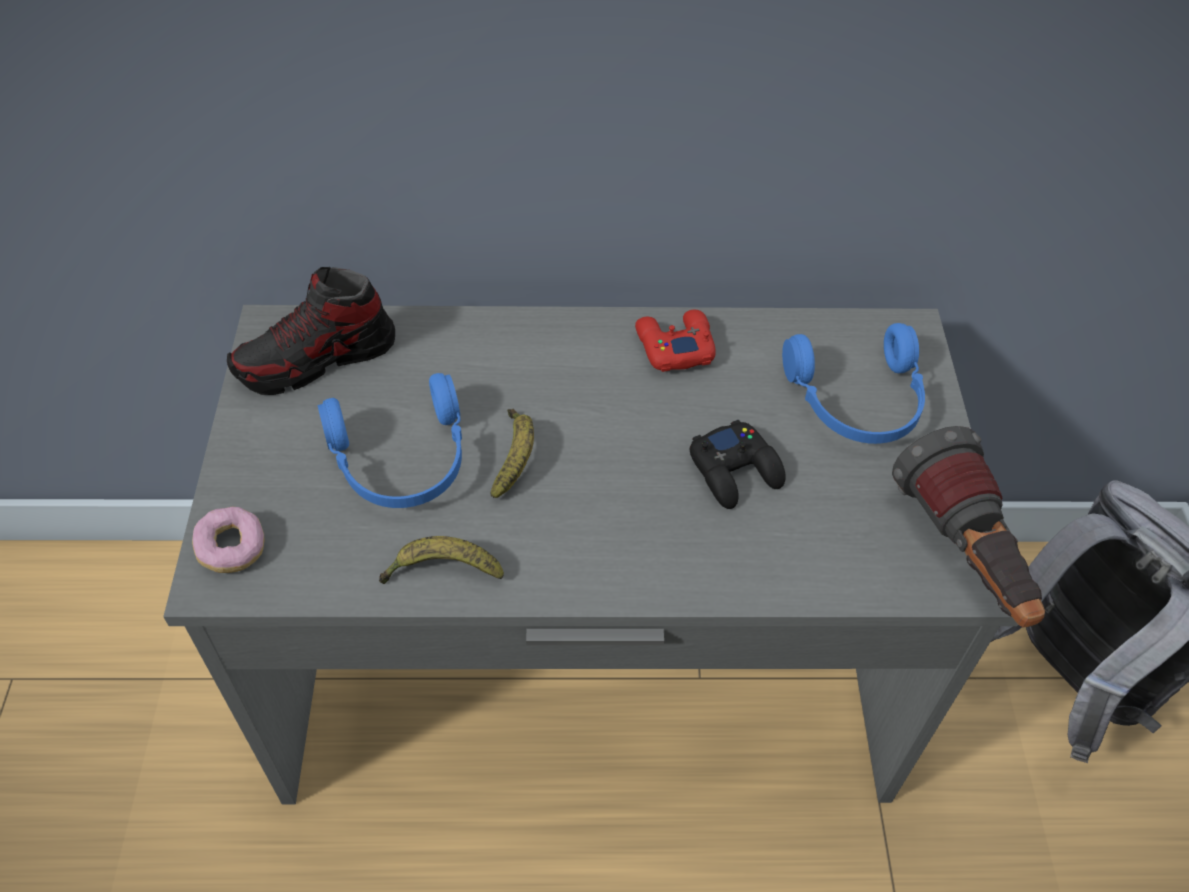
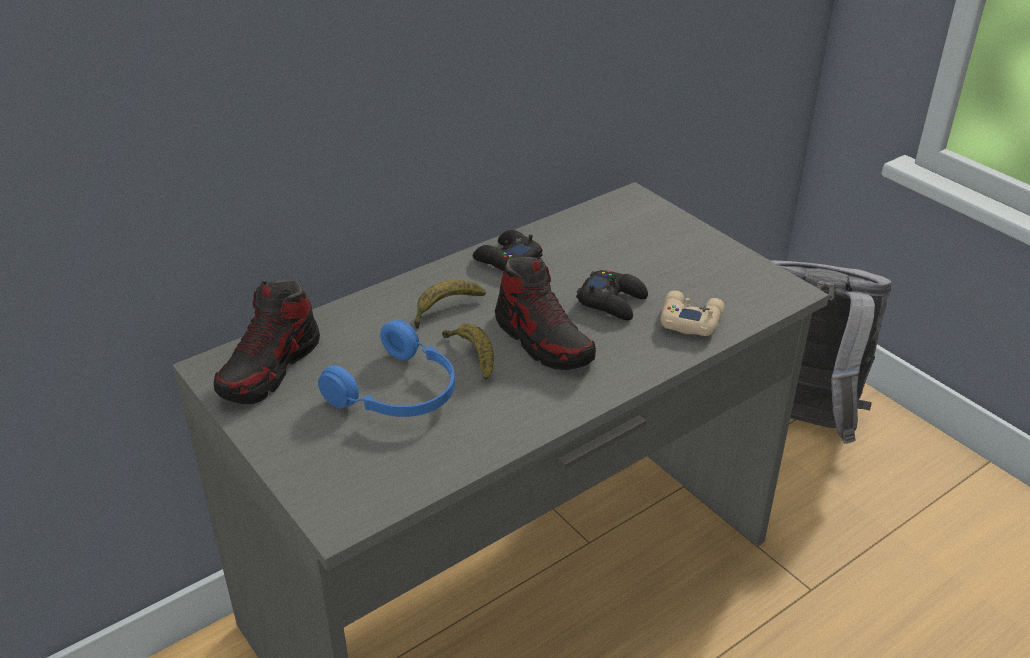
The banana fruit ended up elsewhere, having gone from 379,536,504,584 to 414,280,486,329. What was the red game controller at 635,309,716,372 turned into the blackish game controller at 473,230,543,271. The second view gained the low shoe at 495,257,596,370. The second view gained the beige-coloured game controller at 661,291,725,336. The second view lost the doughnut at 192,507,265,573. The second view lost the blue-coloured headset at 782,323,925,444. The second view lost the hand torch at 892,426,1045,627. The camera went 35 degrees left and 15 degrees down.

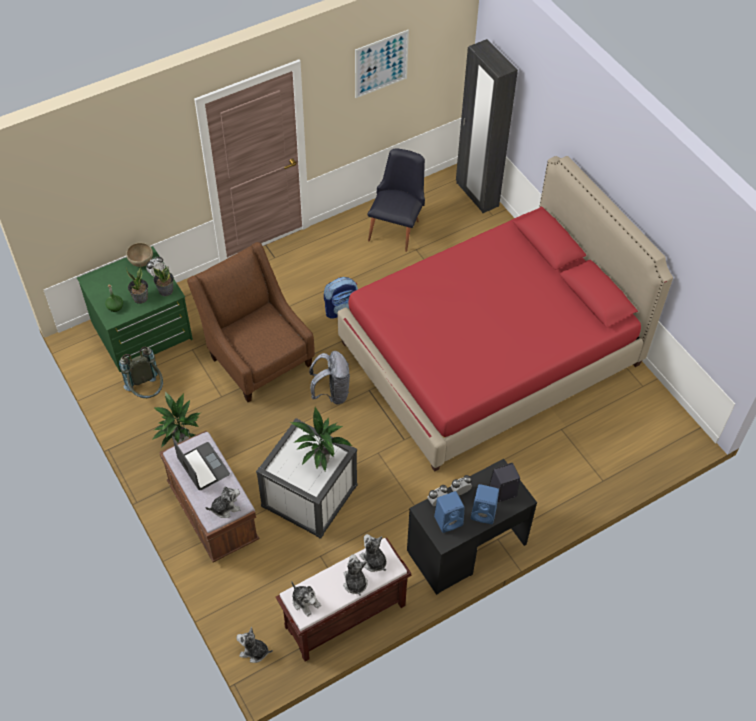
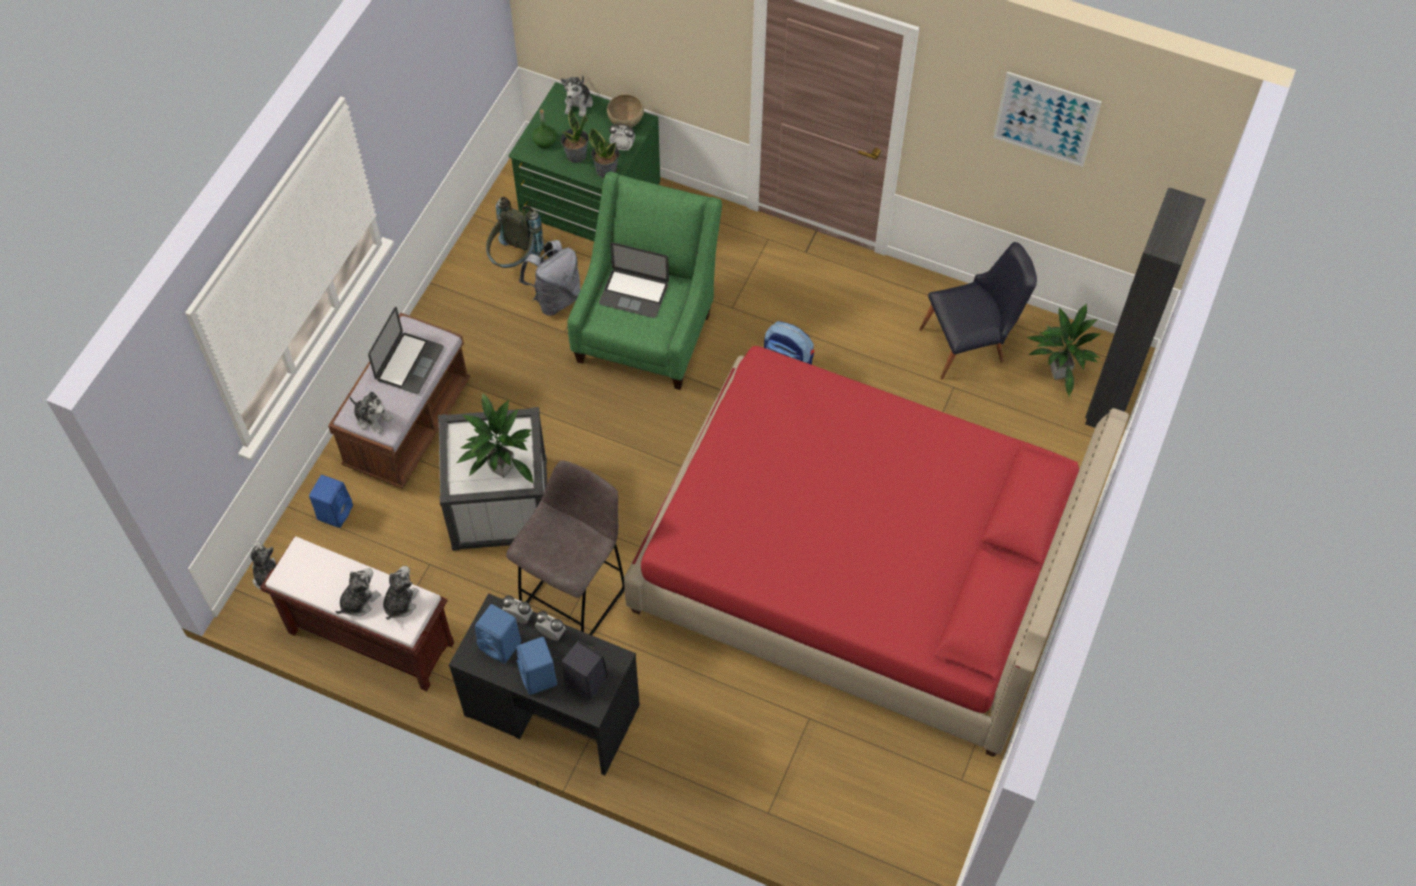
The second view gained the blue-coloured audio speaker at 309,475,353,528. The second view gained the grey stool at 506,461,625,635. The grey backpack ended up elsewhere, having gone from 309,351,350,405 to 519,240,580,316. The plush toy ended up elsewhere, having gone from 291,581,321,617 to 561,76,593,117. What was the brown-coloured armchair at 187,242,315,402 turned into the green-coloured armchair at 567,171,722,390. The second view gained the laptop at 599,242,669,318. The potted plant ended up elsewhere, having gone from 152,392,200,448 to 1026,303,1100,396. The camera went 55 degrees right and 5 degrees up.

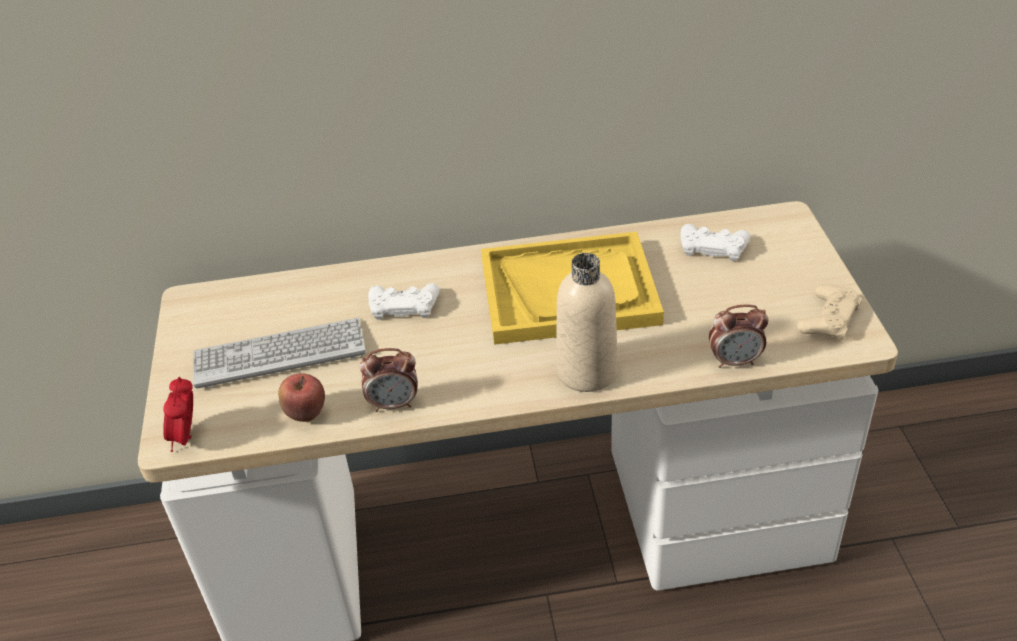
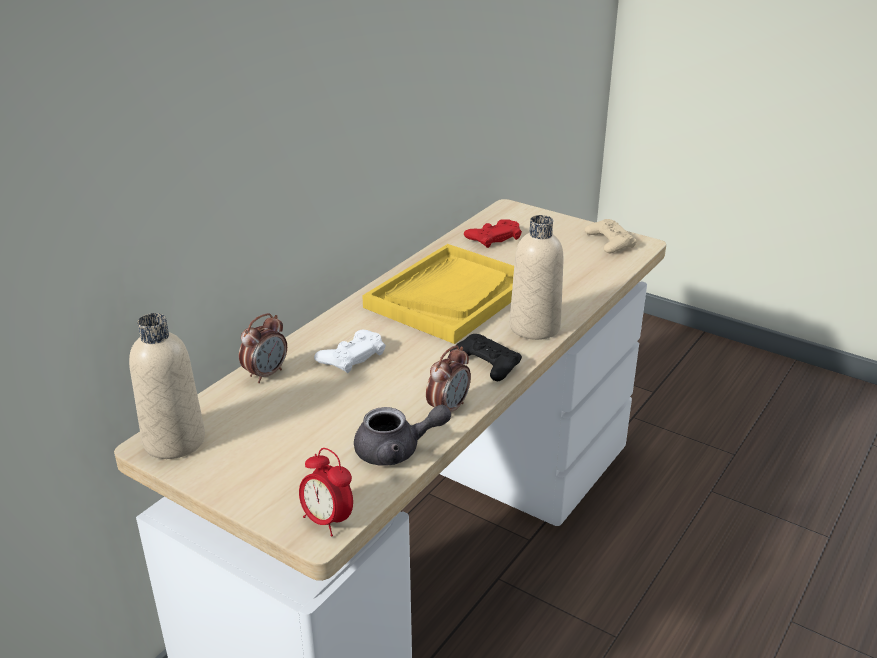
The second view gained the beige-coloured bottle at 129,313,205,459. The alarm clock ended up elsewhere, having gone from 709,304,769,368 to 239,313,287,383. Where the apple fruit stood at 278,373,325,422, the grey pot for tea came to stand at 354,404,451,466. The second view gained the blackish game controller at 450,334,522,381. What was the white game controller at 681,224,750,261 turned into the red game controller at 464,219,522,248. The second view lost the computer keyboard at 193,318,366,389. The camera went 50 degrees left and 10 degrees down.

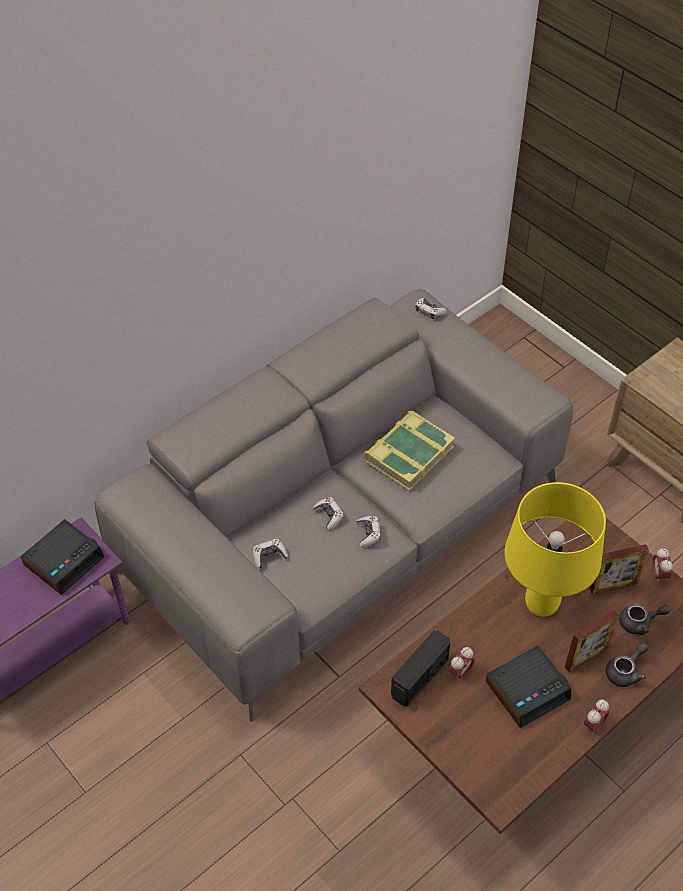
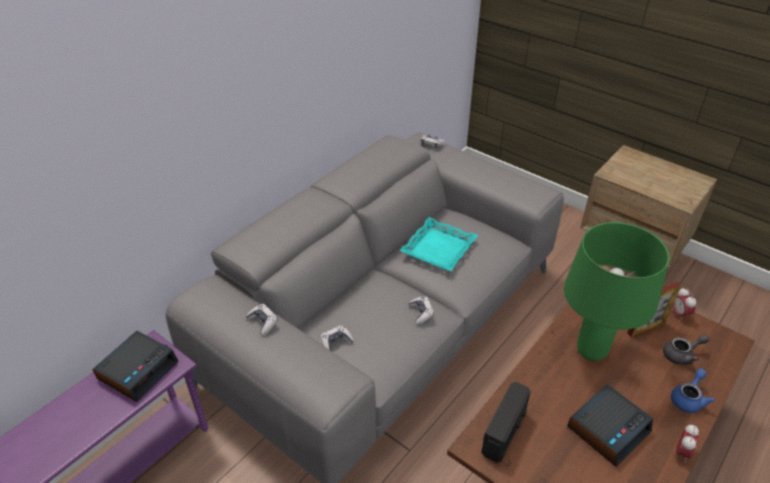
The game controller ended up elsewhere, having gone from 313,497,344,530 to 246,304,278,335. Where the bound book stood at 363,411,455,491, the blue-green serving tray came to stand at 399,217,478,271. What was the yellowish tabletop lamp at 505,482,606,617 turned into the green-coloured tabletop lamp at 564,222,669,361. What was the grey pot for tea at 606,642,648,687 turned into the blue-coloured pot for tea at 671,368,715,413. The second view lost the alarm clock at 449,647,475,681. The second view lost the picture frame at 565,610,619,672. The camera went 10 degrees left and 10 degrees down.

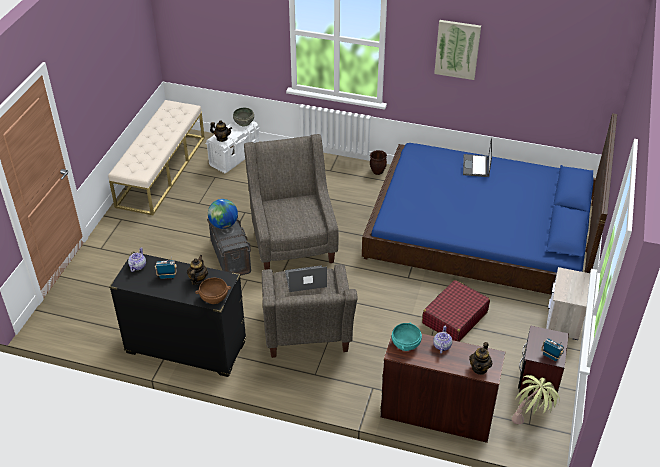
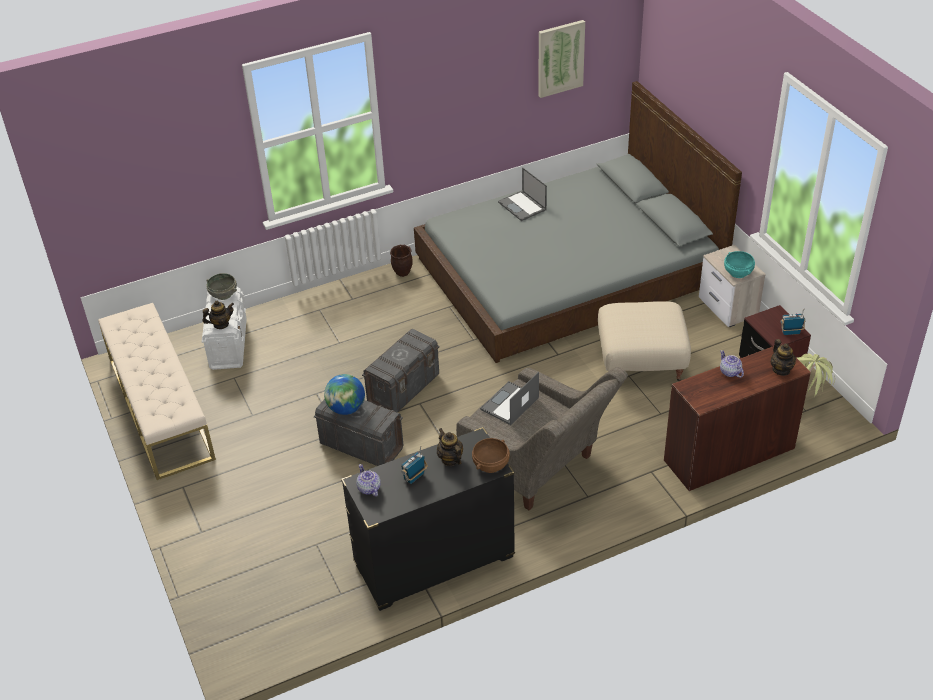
Where the grey armchair stood at 244,134,338,270, the grey storage container came to stand at 362,329,440,413. What was the blue-coloured sleeping bed at 362,113,617,295 turned into the grey sleeping bed at 414,81,742,363. The wall picture ended up elsewhere, having gone from 434,20,481,80 to 538,20,585,98. Where the red travel case stood at 422,280,490,342, the beige-coloured footrest came to stand at 598,301,691,381. The blue-green bowl ended up elsewhere, having gone from 392,322,422,351 to 724,251,755,278. The camera went 40 degrees left and 0 degrees up.

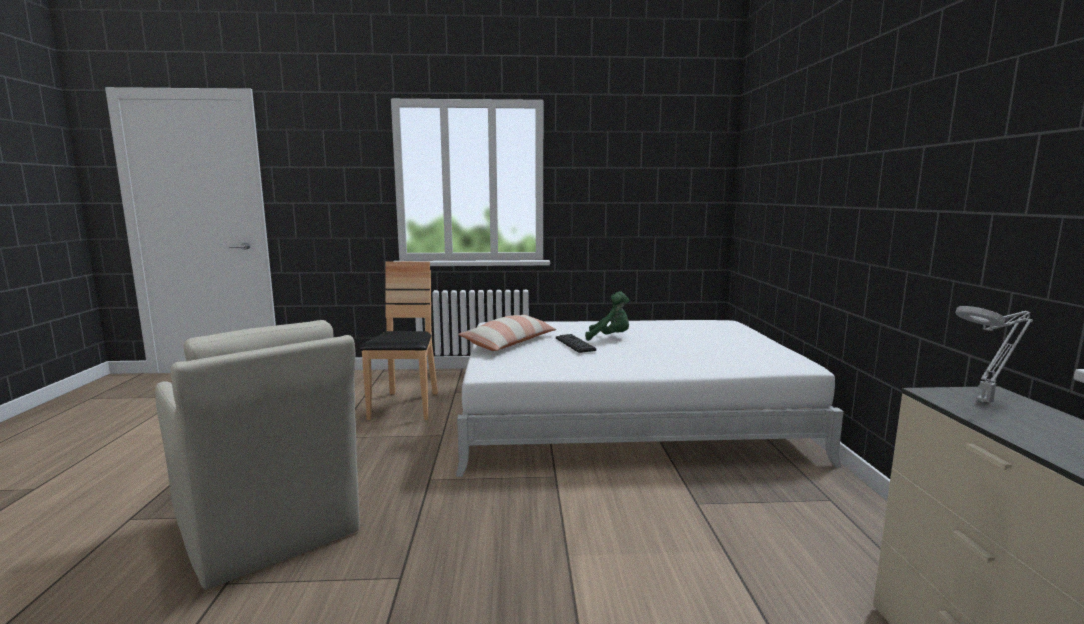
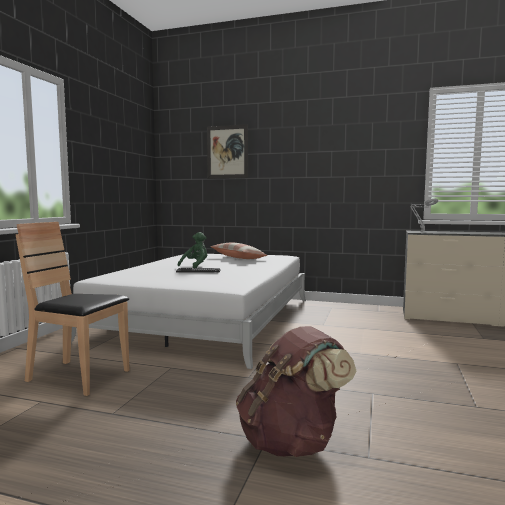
The second view gained the wall picture at 207,124,248,179. The throw pillow ended up elsewhere, having gone from 458,315,556,351 to 210,242,267,259. Where the beige-coloured armchair stood at 155,320,359,590, the brown-coloured backpack came to stand at 236,326,356,457. The camera went 70 degrees left and 5 degrees down.

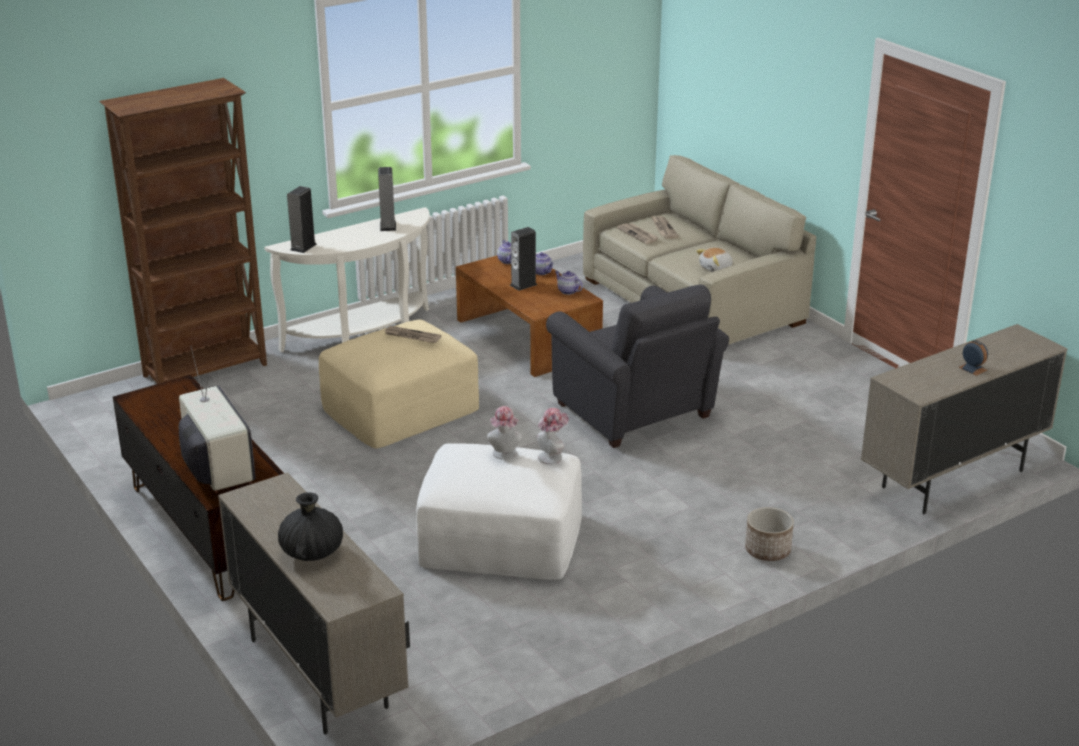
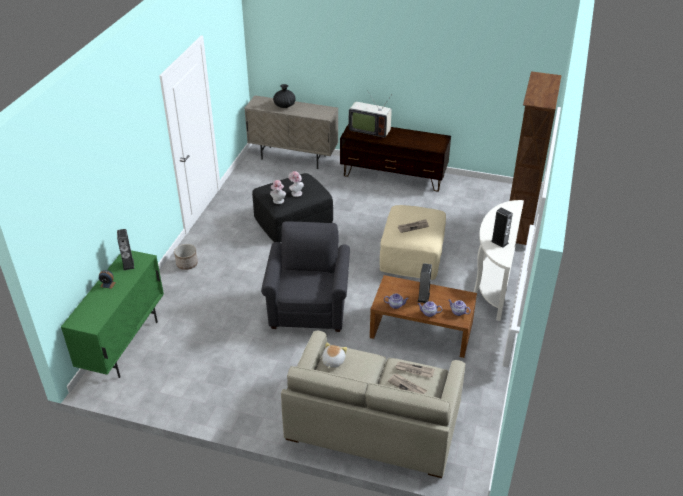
What was the beige-coloured storage cabinet at 861,324,1068,514 turned into the green-coloured storage cabinet at 61,250,164,378. The audio speaker ended up elsewhere, having gone from 287,186,316,253 to 117,229,134,270. What was the white footrest at 416,443,582,580 turned into the blackish footrest at 252,173,333,243. The grey armchair at 546,285,729,448 ended up facing another way, 75 degrees clockwise from before. The camera went 140 degrees right and 10 degrees up.

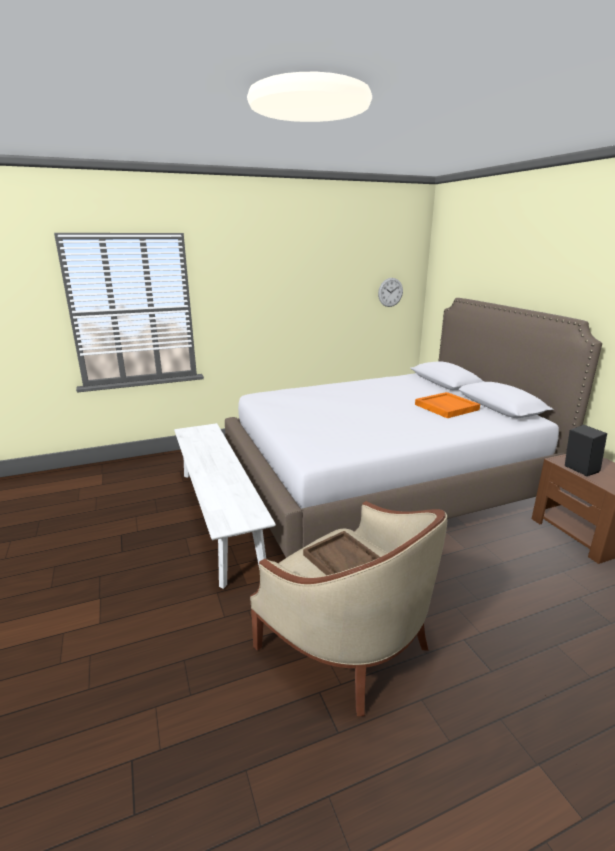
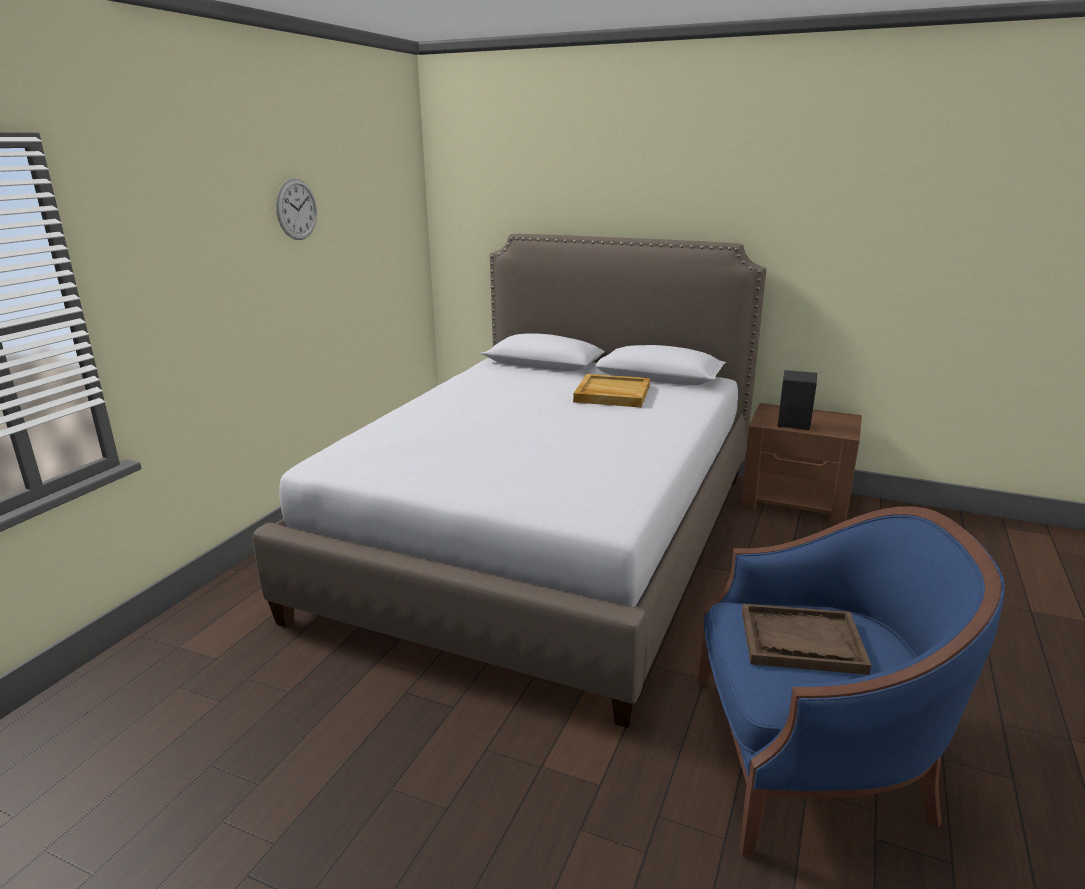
The clock on the wall ended up elsewhere, having gone from 378,278,403,307 to 276,178,317,240. What was the orangey serving tray at 415,392,480,418 turned into the beige-coloured serving tray at 573,374,650,408. What was the beige-coloured armchair at 250,501,447,716 turned into the blue-coloured armchair at 698,506,1005,856. The second view lost the white indoor bench at 174,423,276,589. The camera went 45 degrees left and 0 degrees up.

